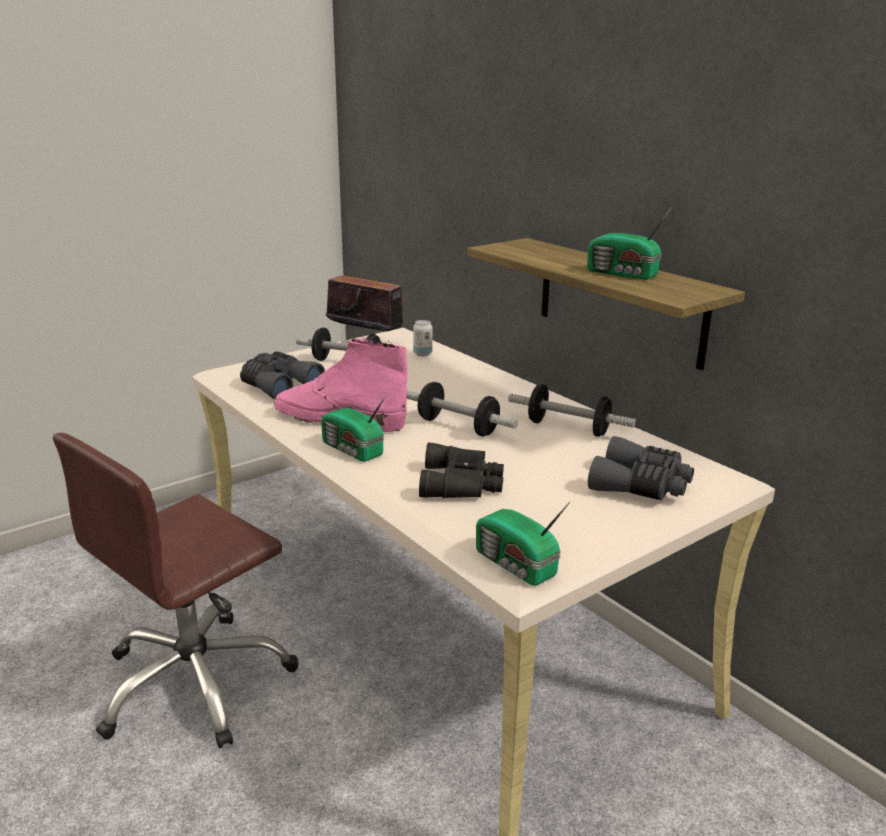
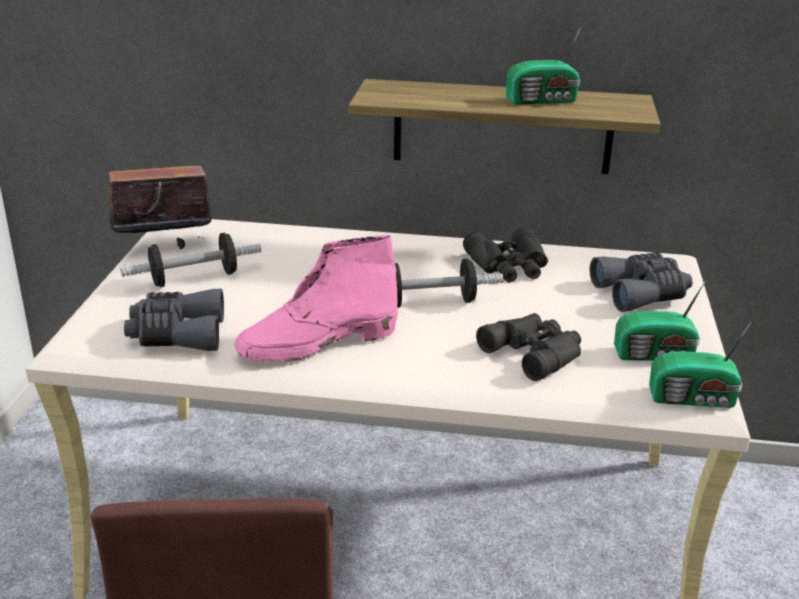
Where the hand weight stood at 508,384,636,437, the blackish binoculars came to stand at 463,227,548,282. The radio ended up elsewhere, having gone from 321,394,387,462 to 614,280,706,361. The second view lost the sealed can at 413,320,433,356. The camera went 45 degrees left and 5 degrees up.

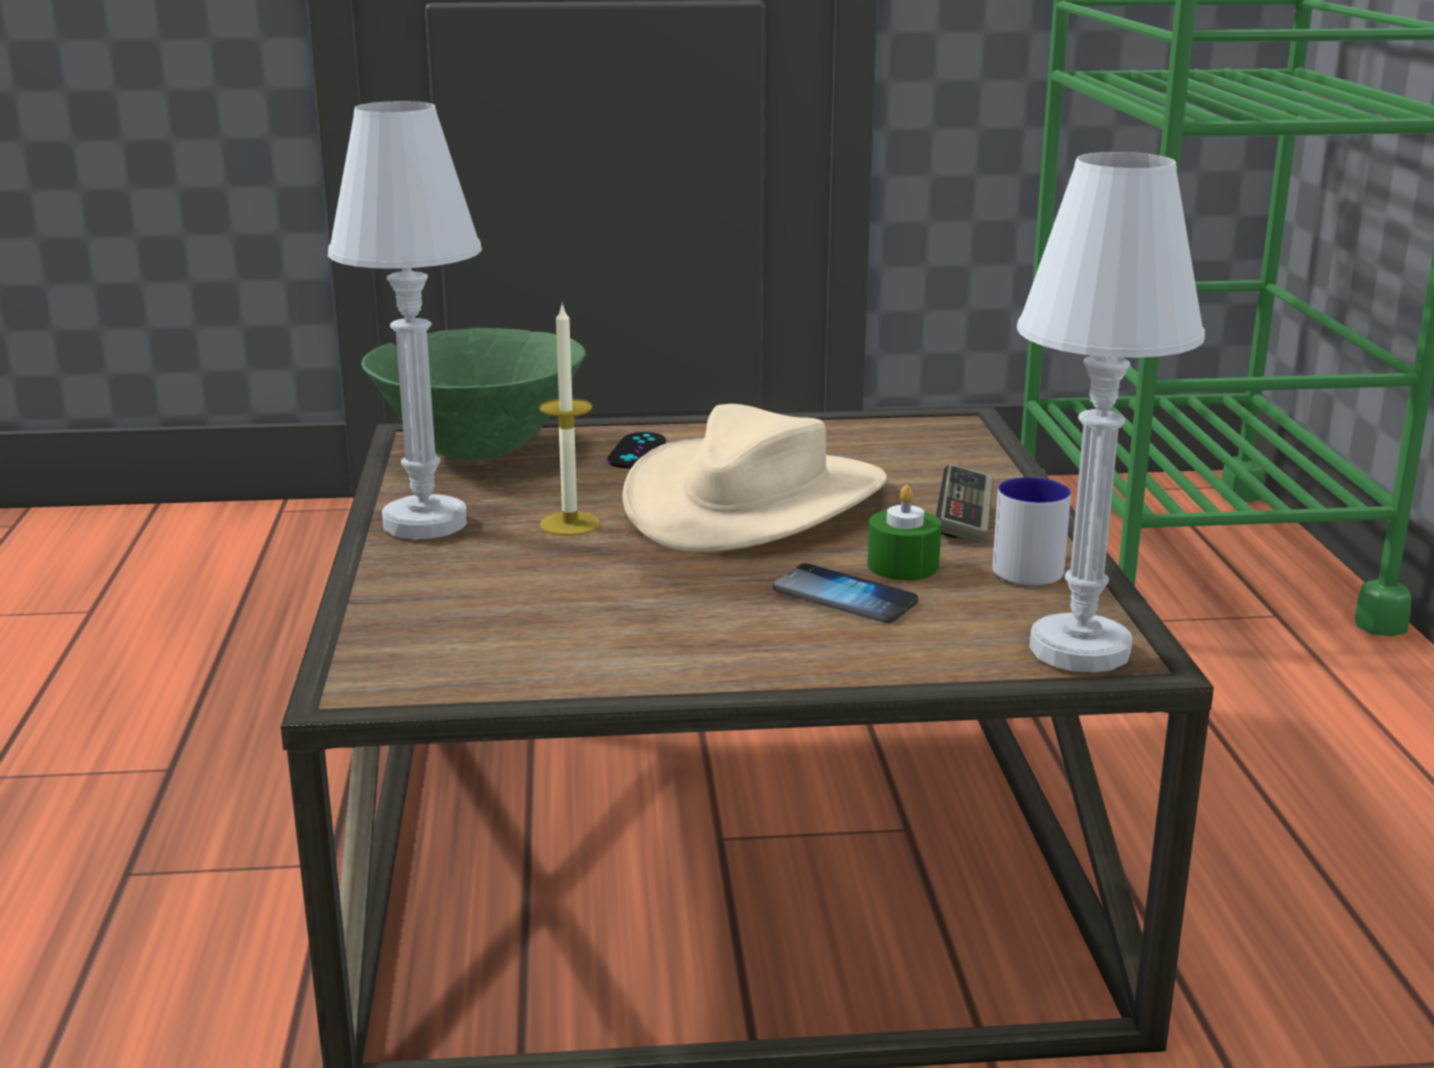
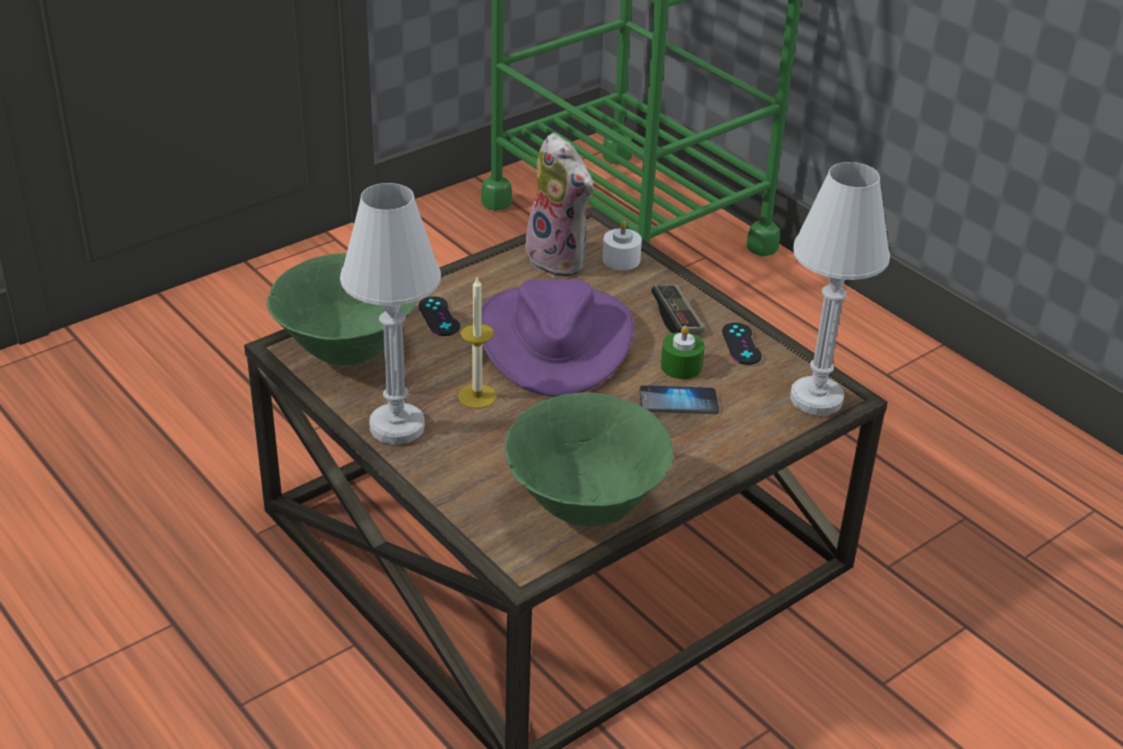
What was the beige-coloured wearable hat at 623,404,887,552 turned into the purple wearable hat at 481,279,634,397. The second view gained the green-coloured bowl at 505,393,673,527. The second view gained the plush toy at 522,133,594,277. The second view gained the white wax candle at 602,221,642,270. Where the mug stood at 992,477,1071,585, the blackish game controller came to stand at 722,323,762,365. The camera went 35 degrees left and 15 degrees up.

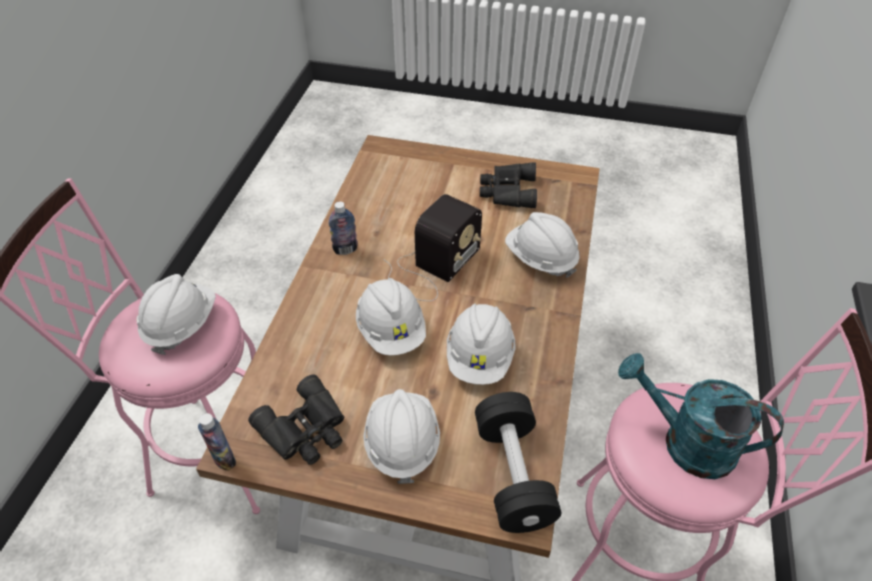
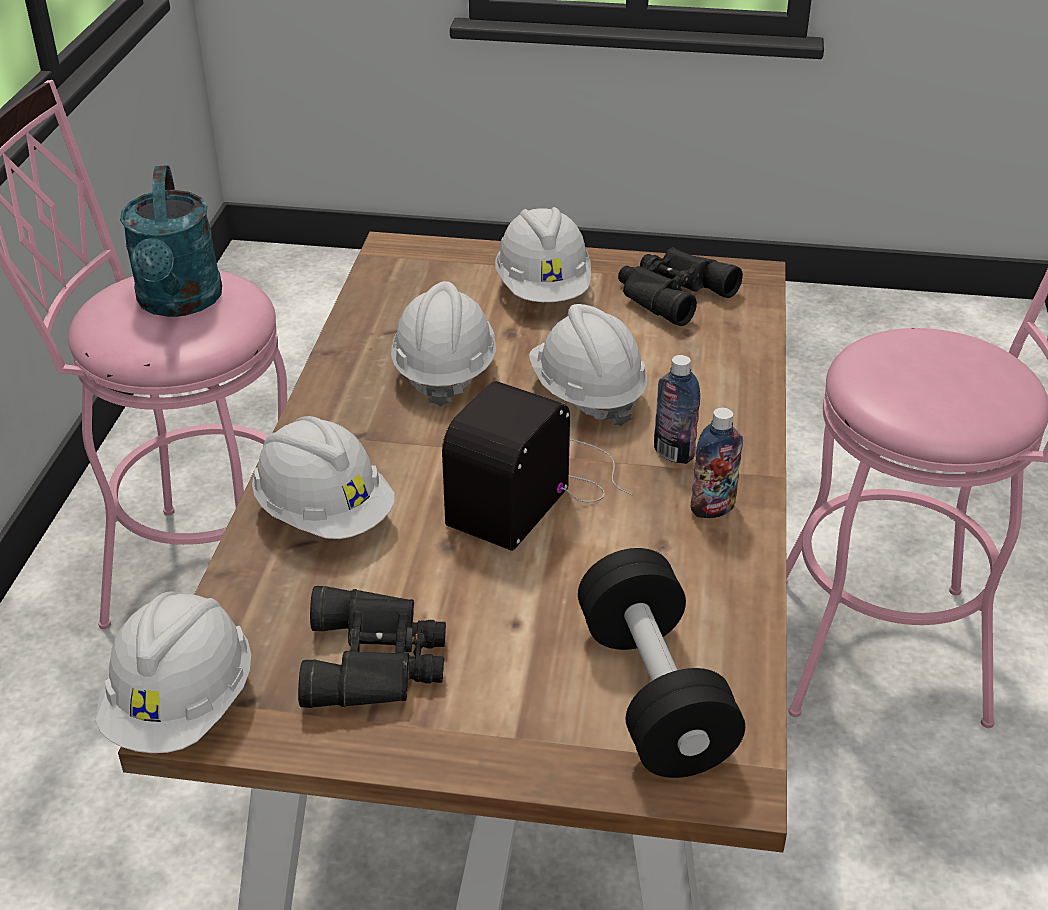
The white hard hat ended up elsewhere, having gone from 137,274,216,355 to 95,591,251,753. The blue-green sprinkling can at 618,353,784,479 ended up facing another way, 60 degrees clockwise from before. The blackish hand weight ended up elsewhere, having gone from 475,392,561,533 to 578,548,745,778. The bottle ended up elsewhere, having gone from 198,413,236,471 to 654,355,700,464. The camera went 175 degrees right and 10 degrees down.

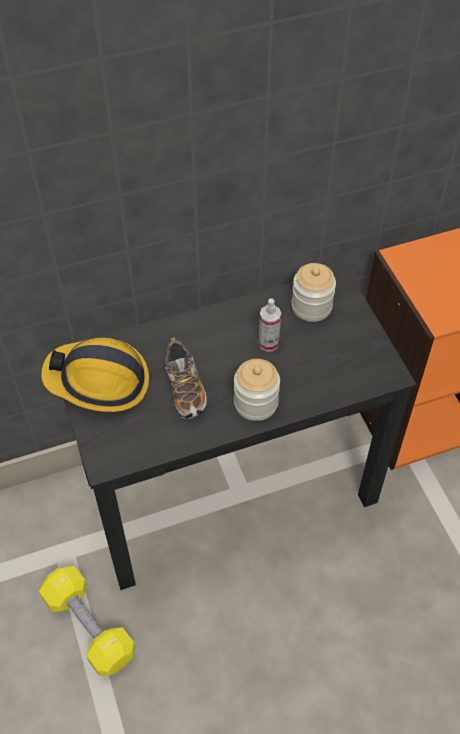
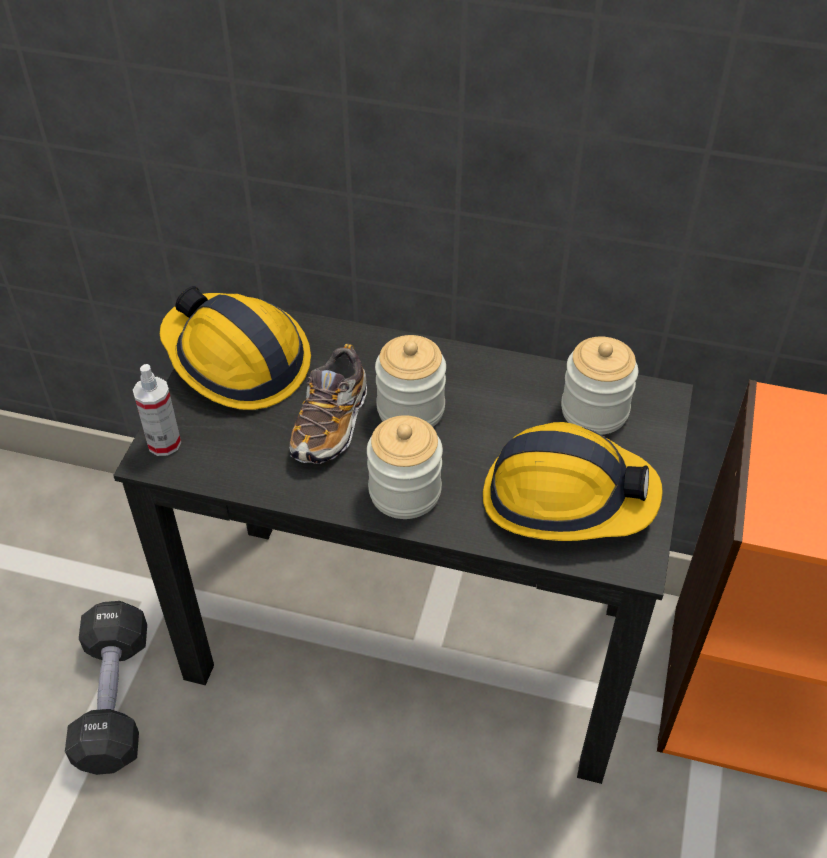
What was the yellowish hand weight at 39,566,135,676 turned into the blackish hand weight at 65,601,147,775. The sprayer ended up elsewhere, having gone from 259,299,281,352 to 133,364,181,456. The second view gained the preserve jar at 375,335,446,427. The second view gained the hard hat at 483,422,663,541. The camera went 35 degrees right and 5 degrees down.

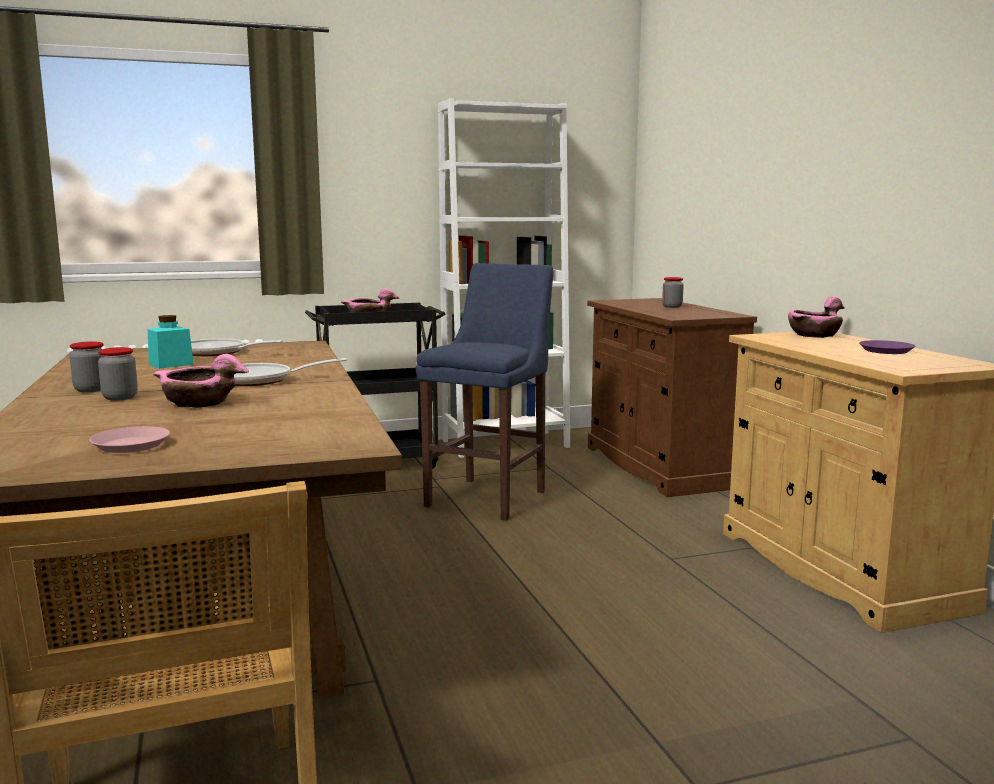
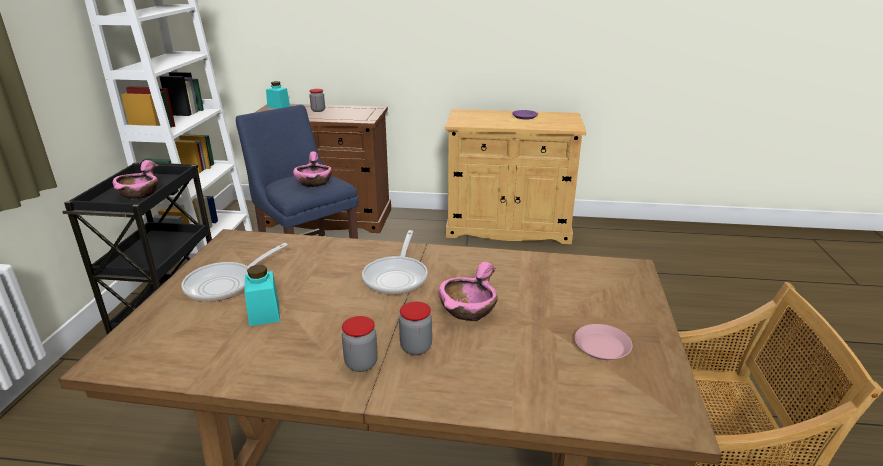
The second view gained the blue-green preserve jar at 266,81,290,109. The pink bowl ended up elsewhere, having gone from 788,296,844,338 to 293,152,332,187. The camera went 65 degrees left and 15 degrees up.

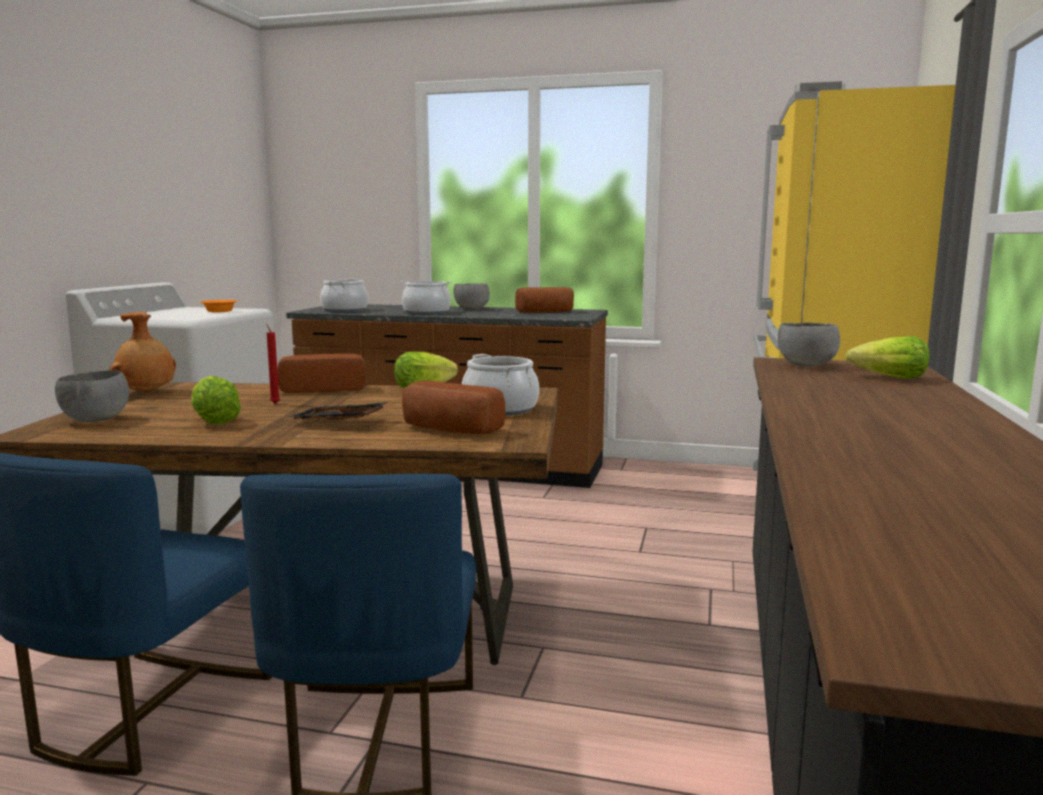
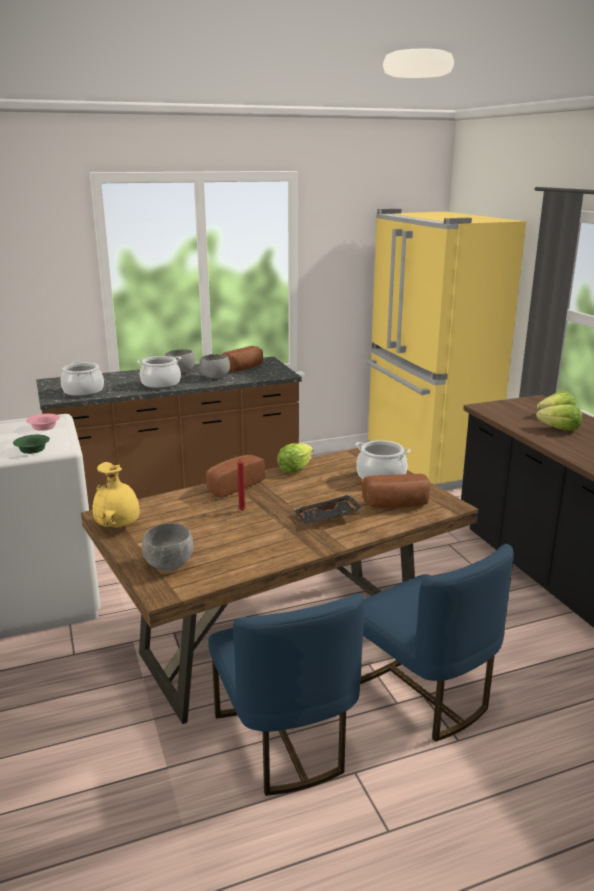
The second view gained the green-coloured bowl at 13,435,50,454. What was the orangey bowl at 200,300,238,312 turned into the pink bowl at 26,414,60,431. What was the brown-coloured decorative vase at 109,312,176,393 turned into the yellowish decorative vase at 92,462,140,528. The grey bowl ended up elsewhere, having gone from 778,323,840,367 to 199,354,230,379. The head of lettuce ended up elsewhere, having gone from 191,376,241,424 to 536,404,582,431. The camera went 35 degrees left and 10 degrees up.

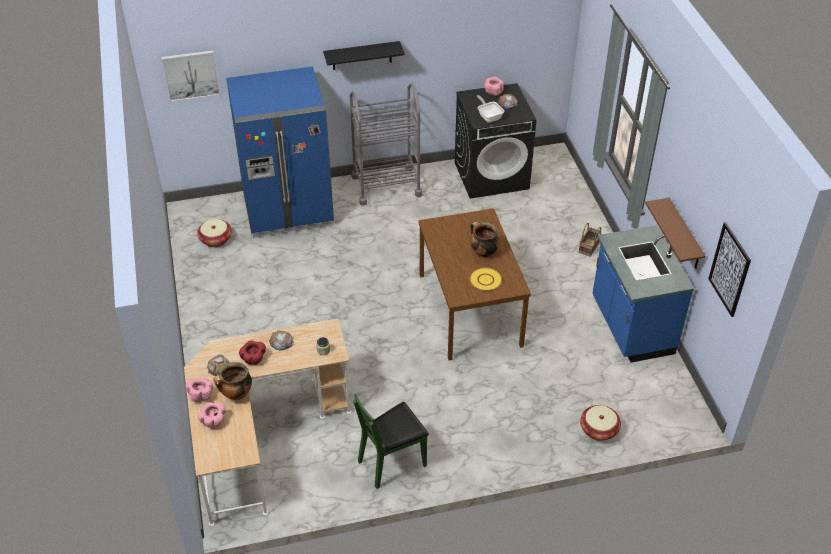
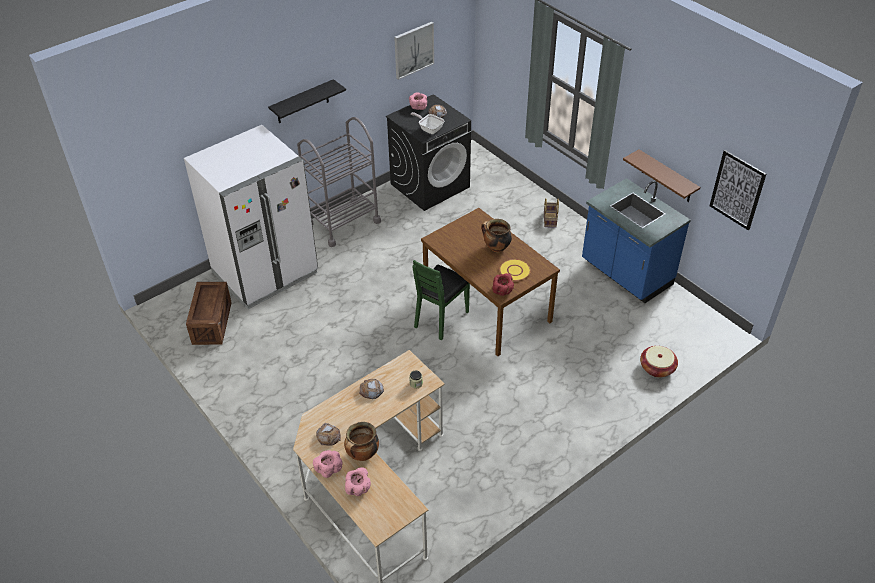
What was the blue-coloured refrigerator at 226,66,334,238 turned into the white refrigerator at 184,125,318,309. Where the basket stood at 197,219,232,247, the shipping crate came to stand at 186,282,232,345. The wall picture ended up elsewhere, having gone from 161,50,220,102 to 394,22,434,80. The green-coloured plain chair ended up elsewhere, having gone from 353,394,429,489 to 412,260,470,340. The red bowl ended up elsewhere, having gone from 239,341,266,365 to 492,273,514,296. The camera went 25 degrees left and 0 degrees up.

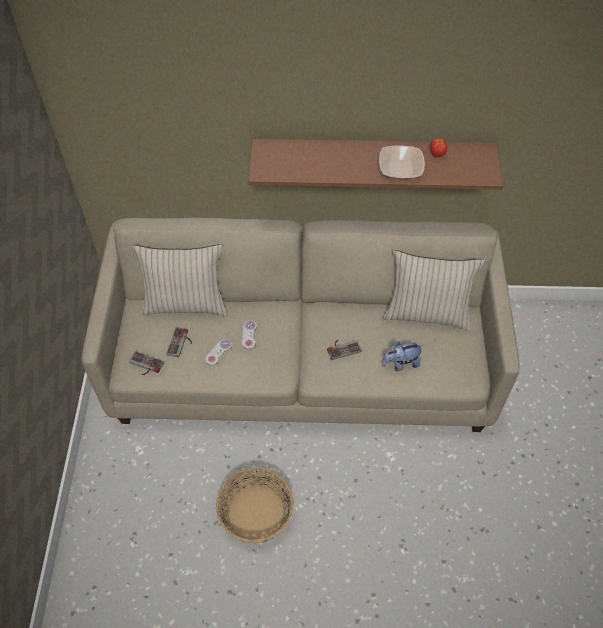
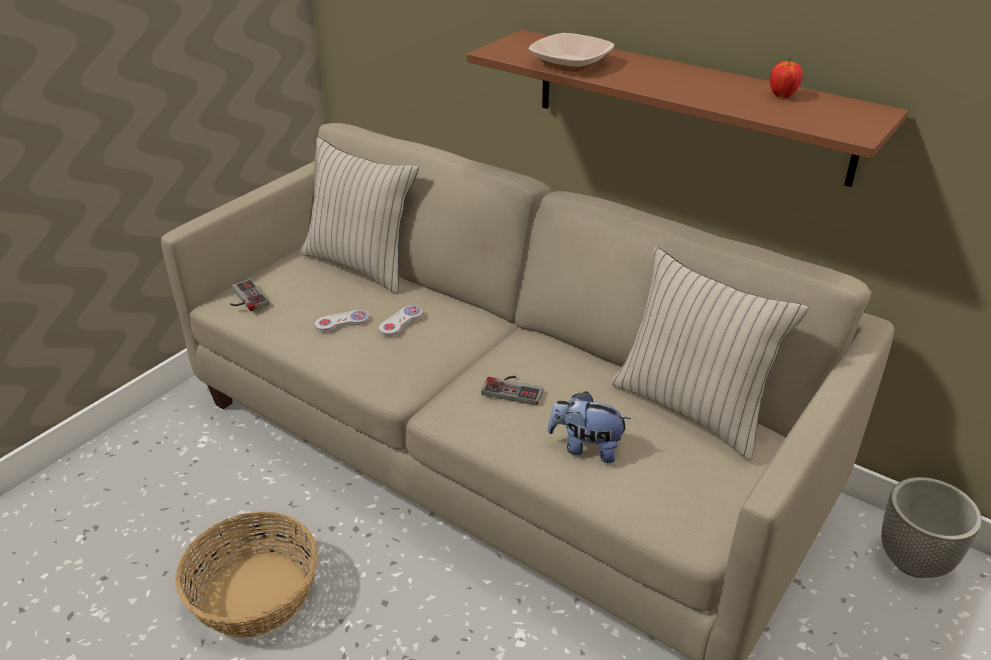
The bowl ended up elsewhere, having gone from 379,145,425,179 to 528,33,614,72. The second view gained the flower pot at 881,477,982,578. The second view lost the game controller at 166,327,192,357. The camera went 35 degrees right and 20 degrees down.

